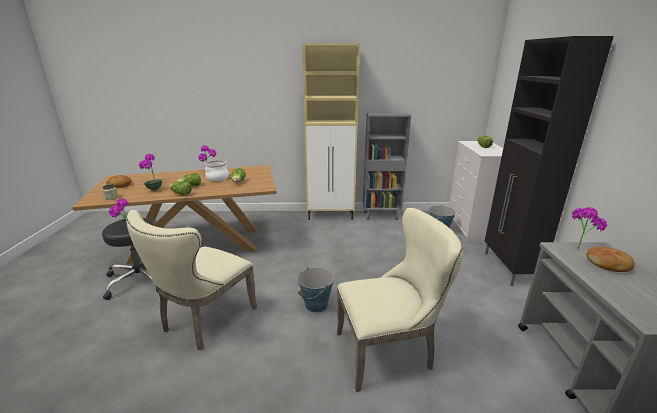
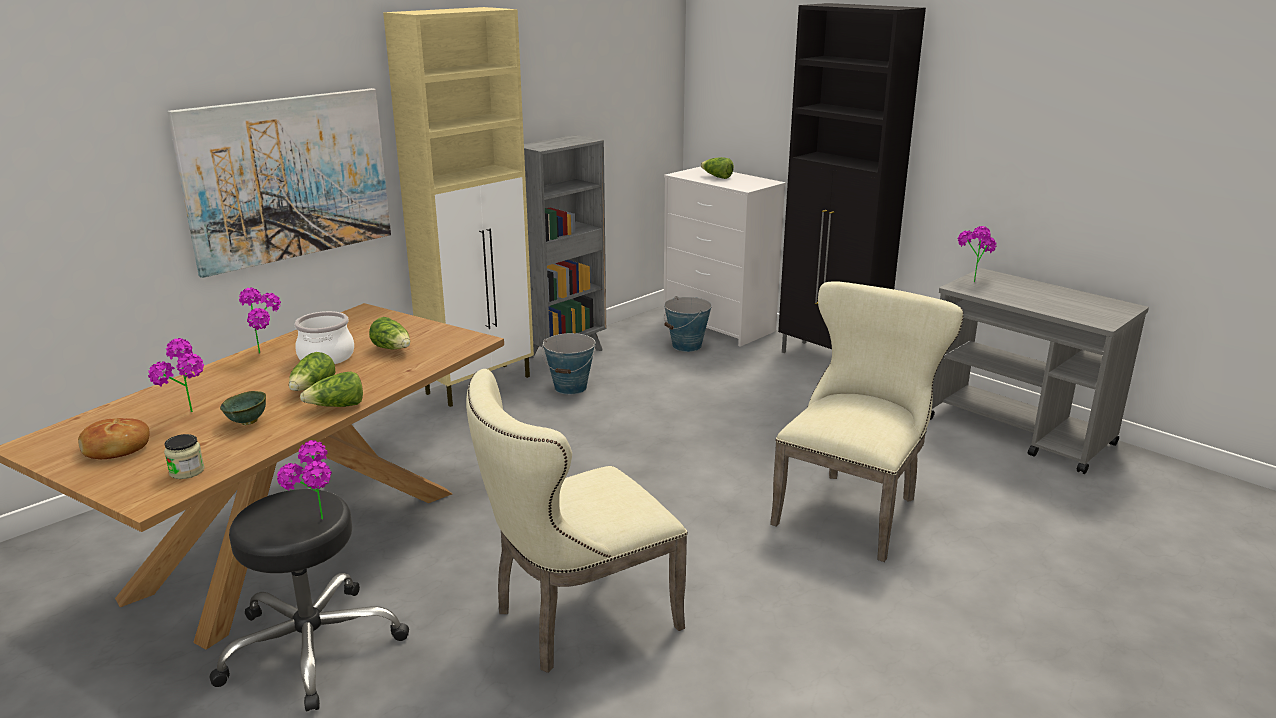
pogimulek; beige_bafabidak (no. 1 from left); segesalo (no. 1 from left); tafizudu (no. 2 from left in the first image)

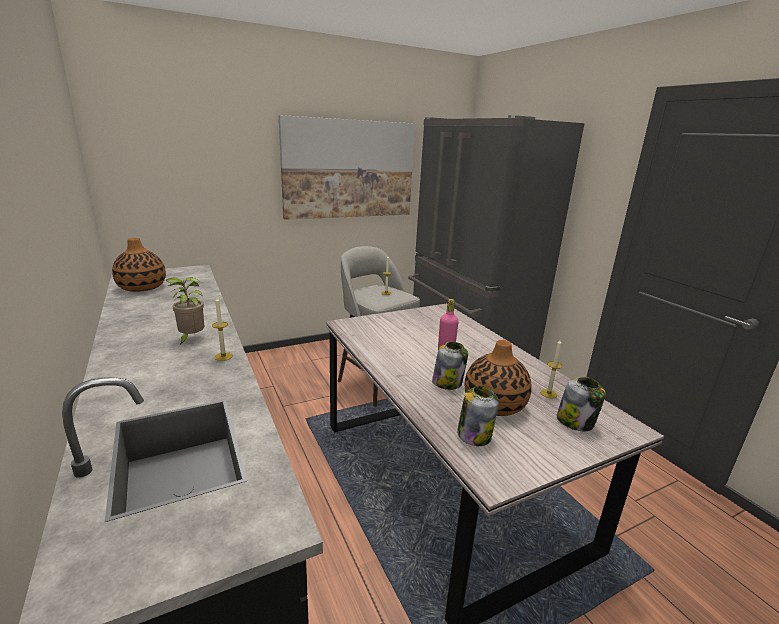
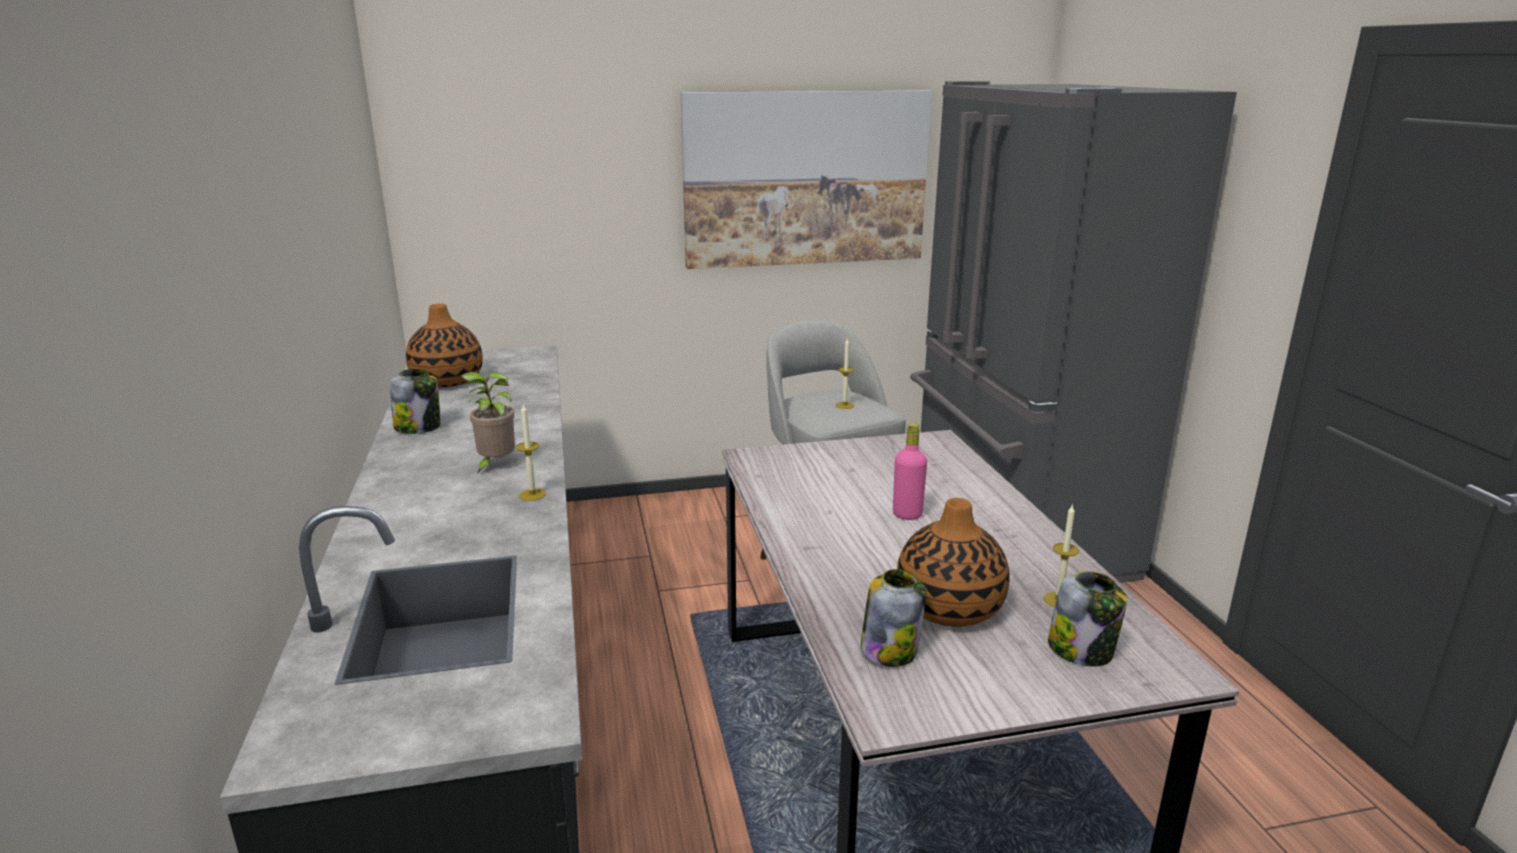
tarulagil (no. 1 from left)

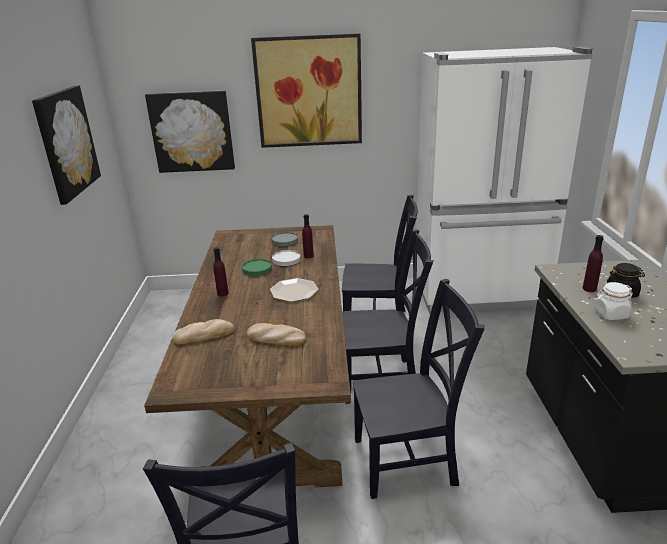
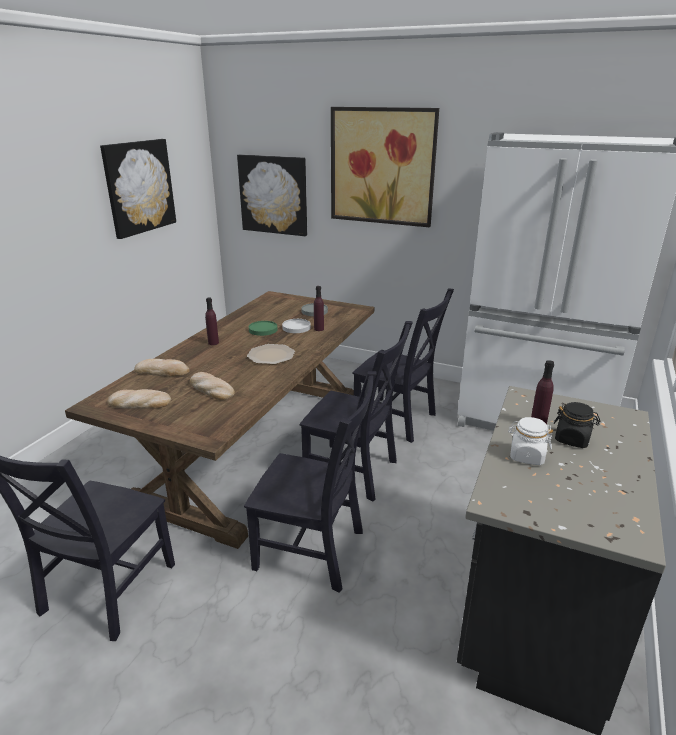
tafizudu (no. 1 from left)

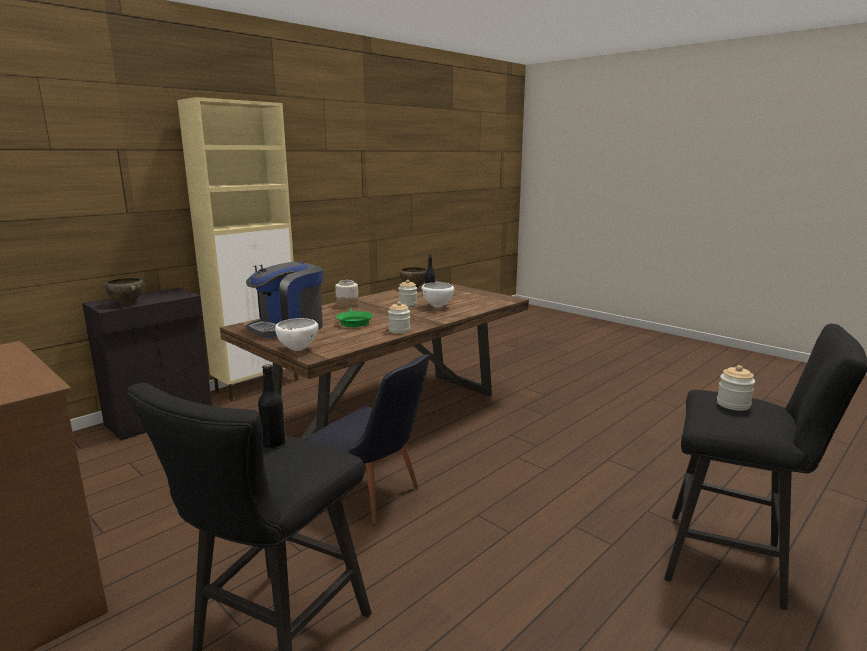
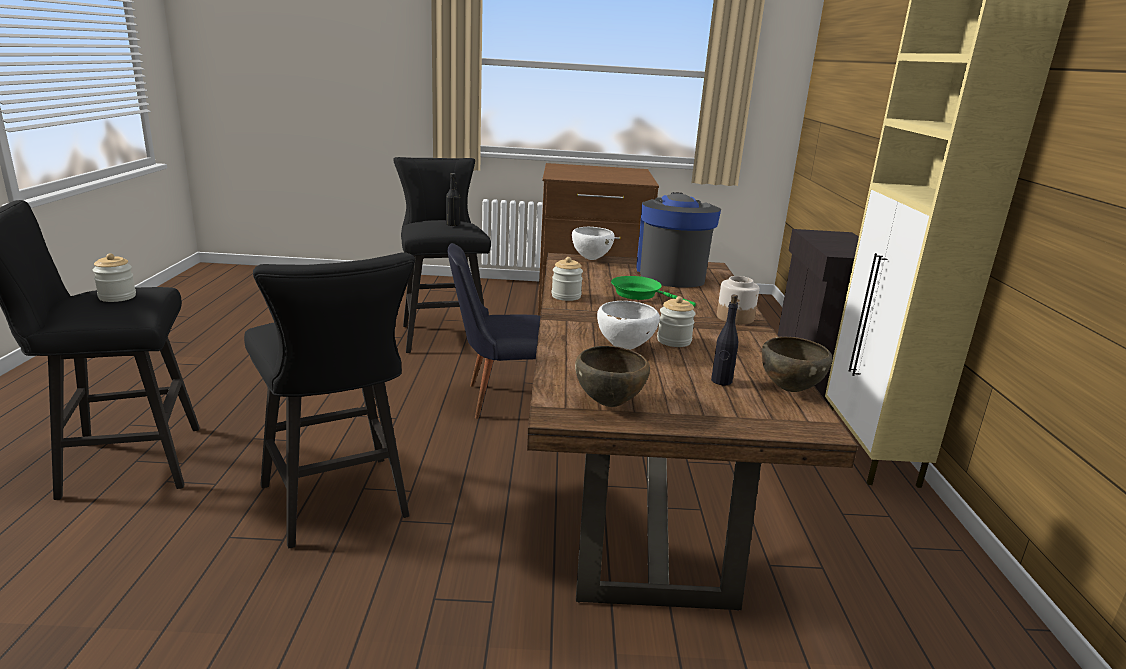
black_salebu (no. 2 from left); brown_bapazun (no. 1 from left)

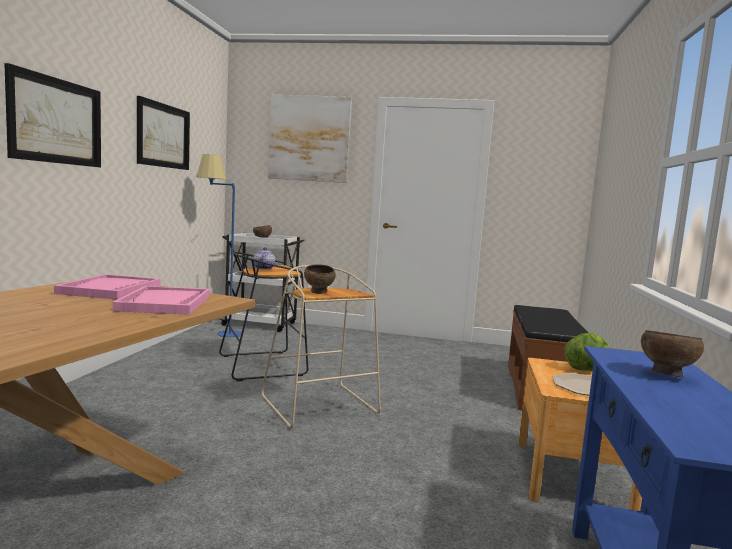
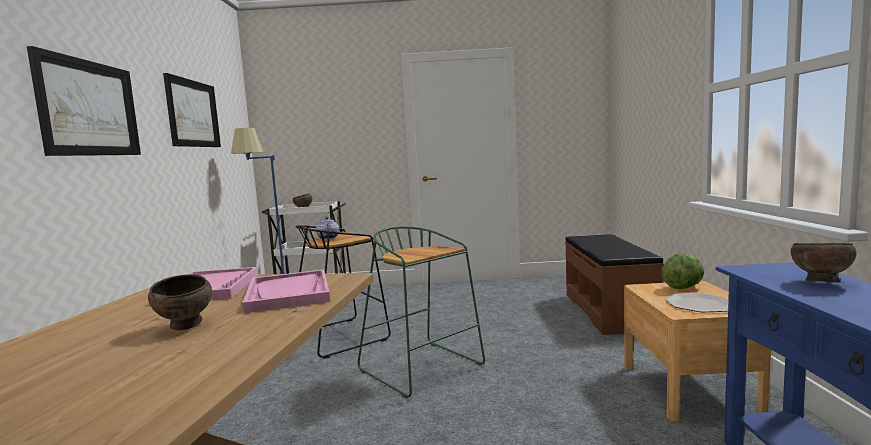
brown_bapazun (no. 1 from left); green_salebu; pogimulek (no. 3 from left in the first image)

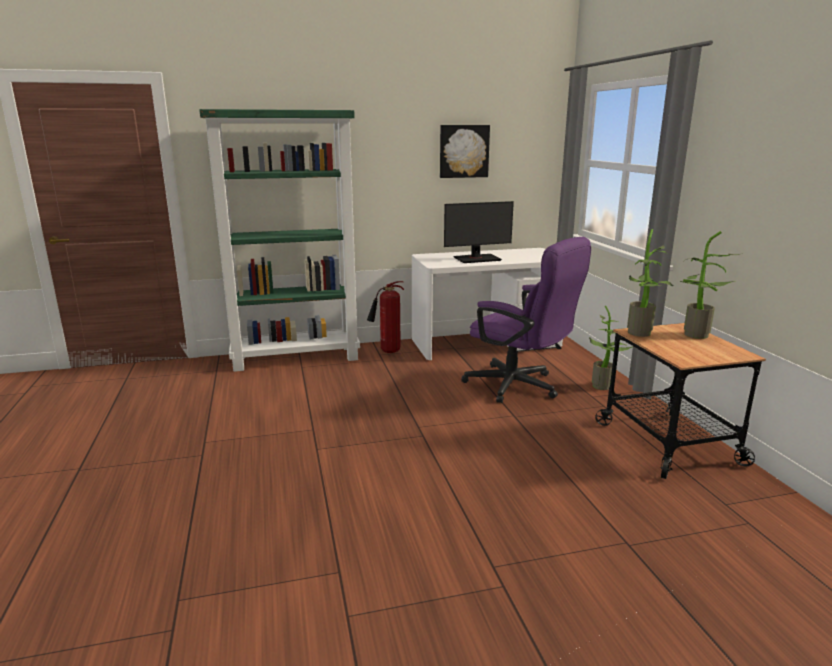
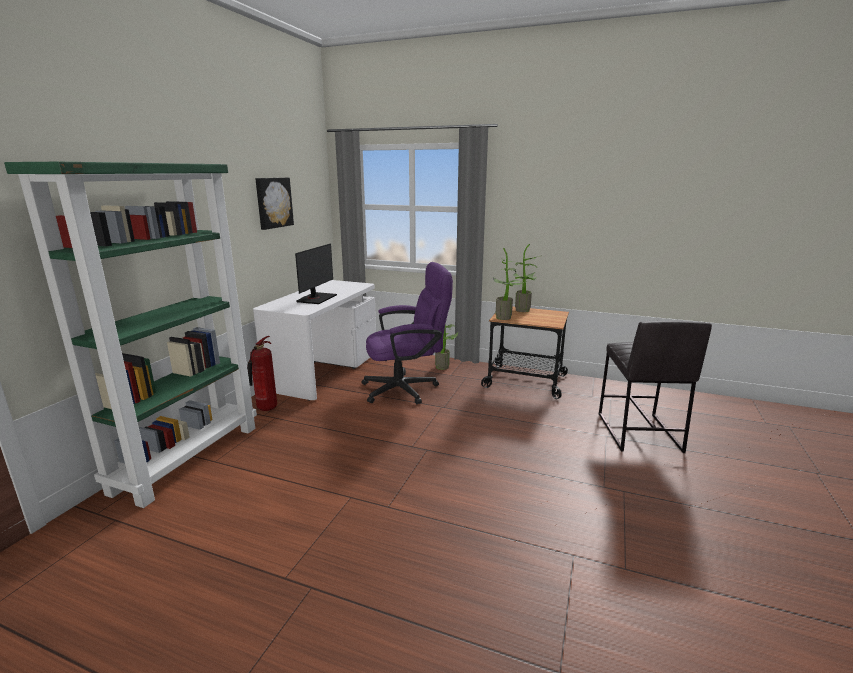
grey_salebu

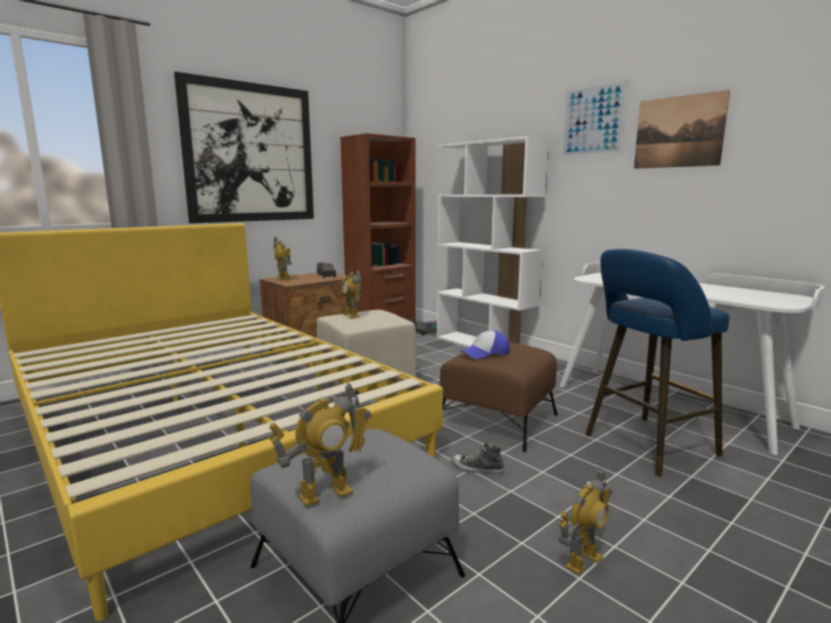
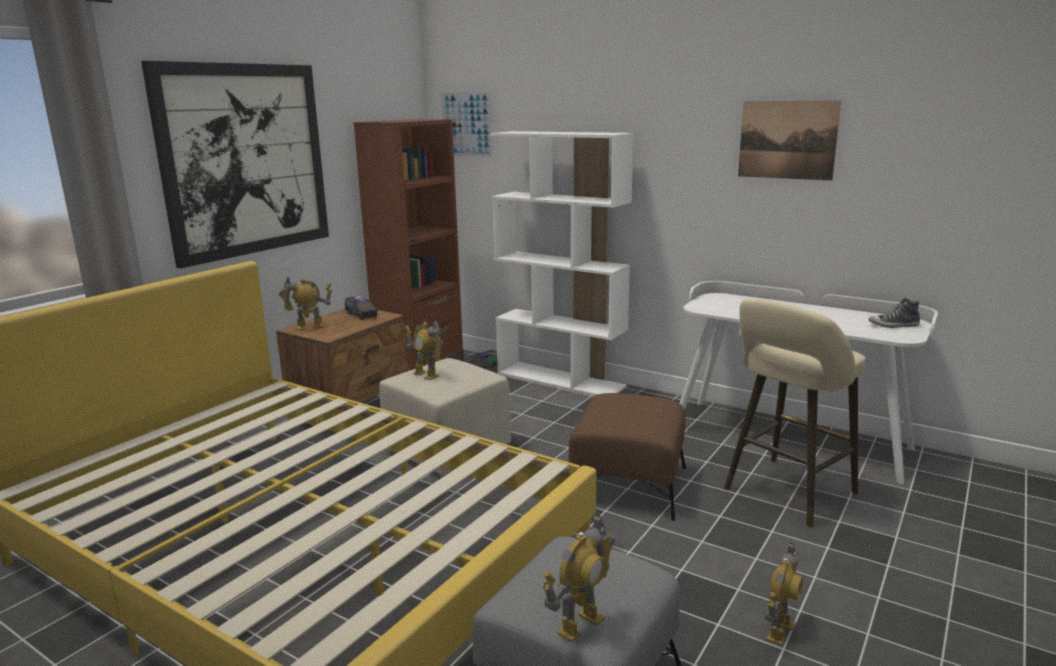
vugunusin (no. 1 from left); pogimulek (no. 2 from left); beige_salebu; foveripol; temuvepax

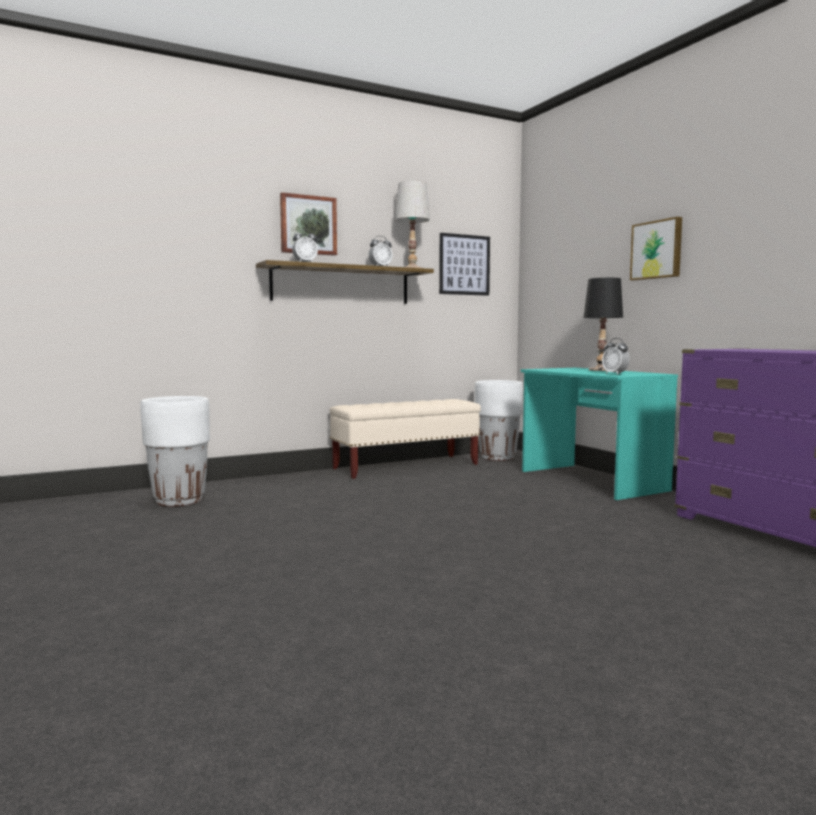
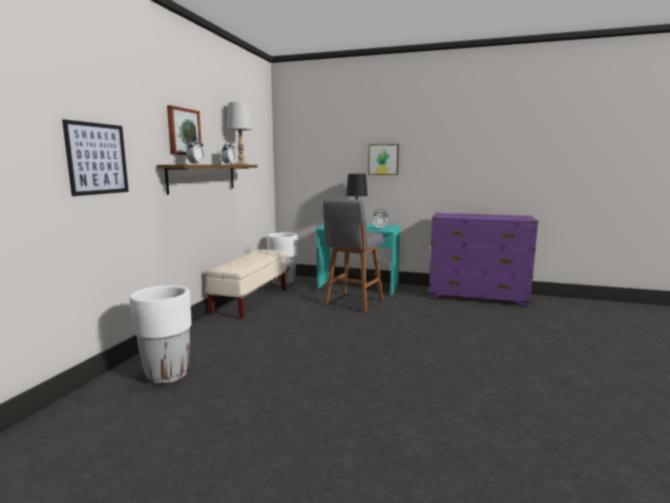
pogimulek (no. 1 from left); grey_salebu

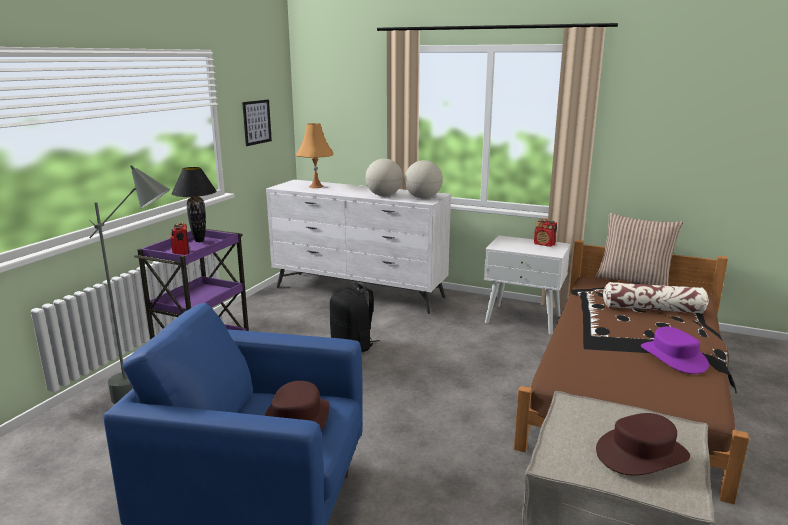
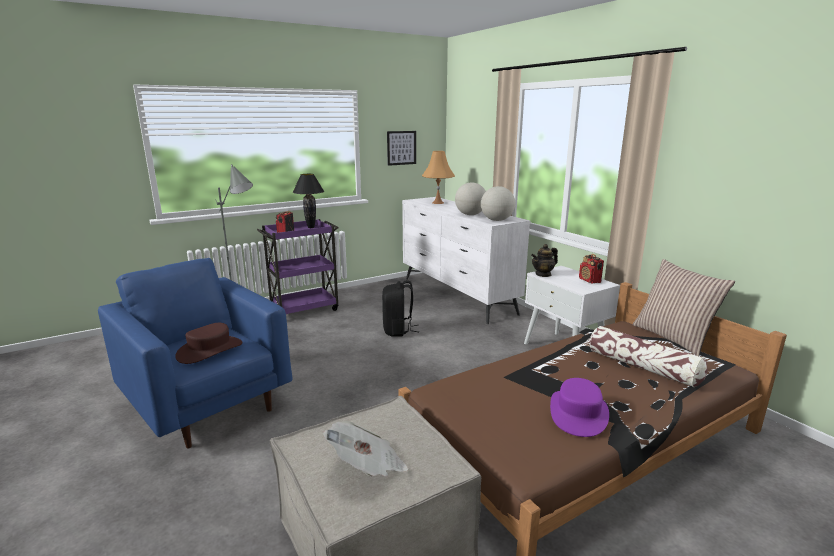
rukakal; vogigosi

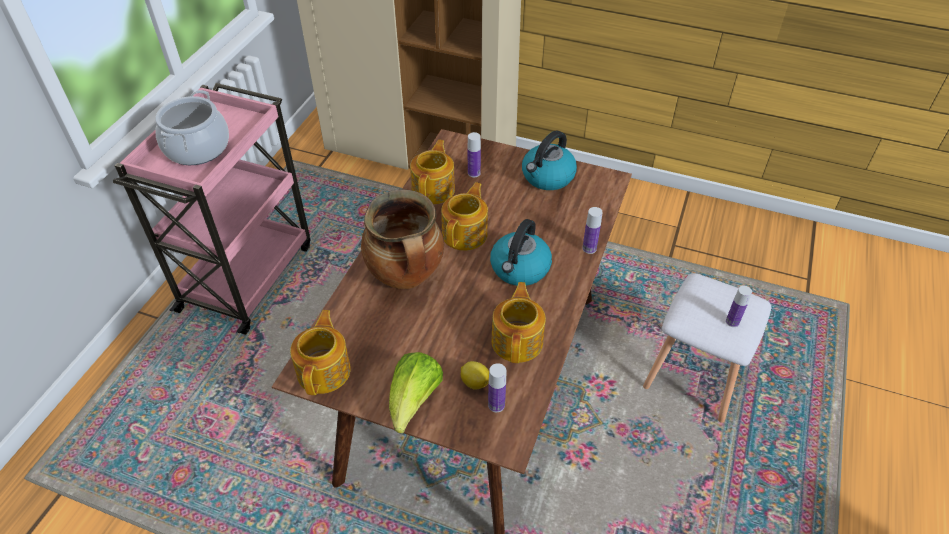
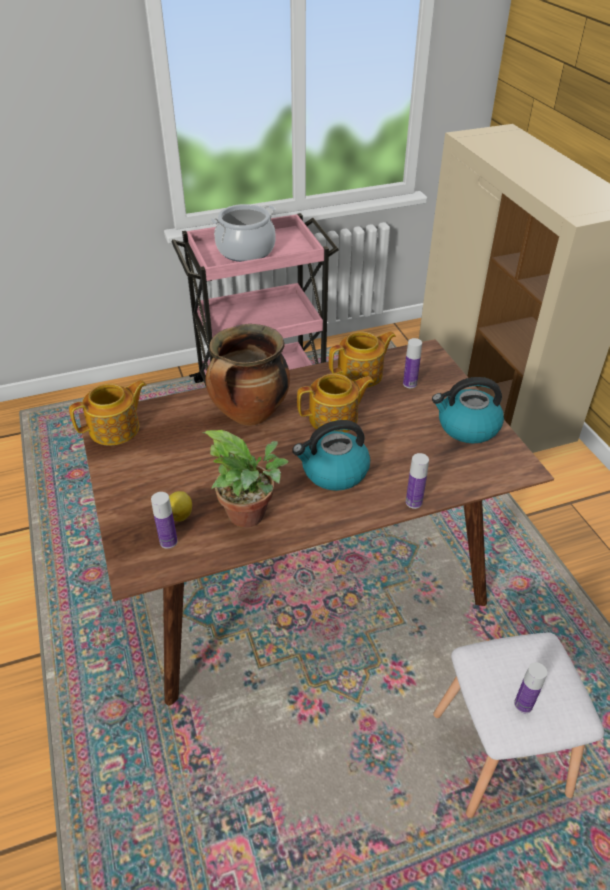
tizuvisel; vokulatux

